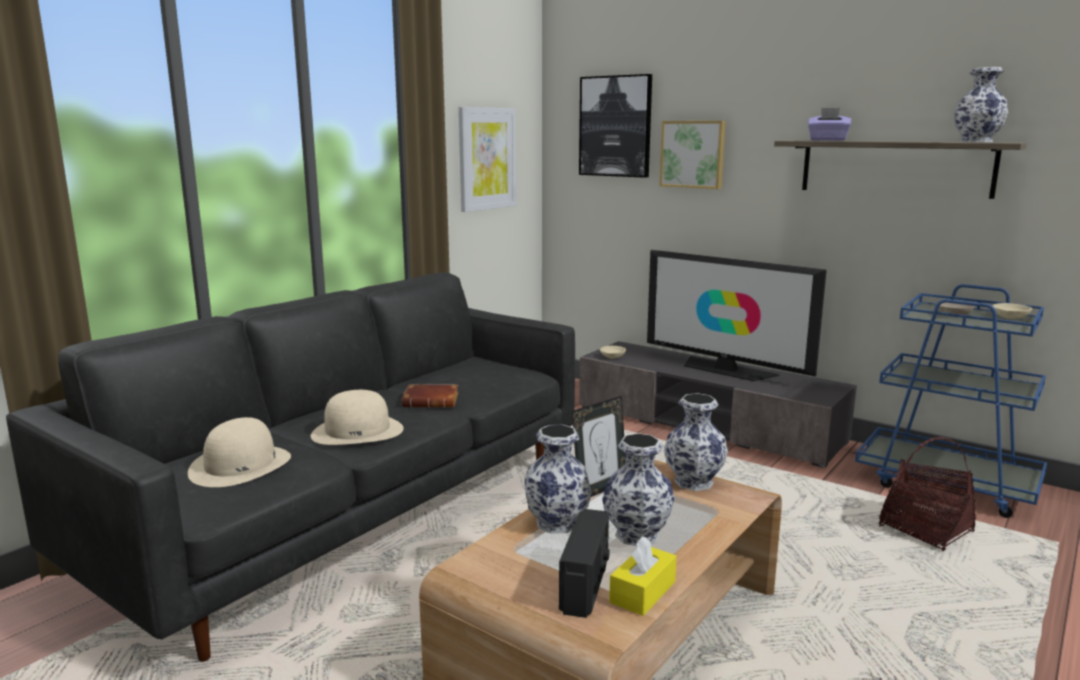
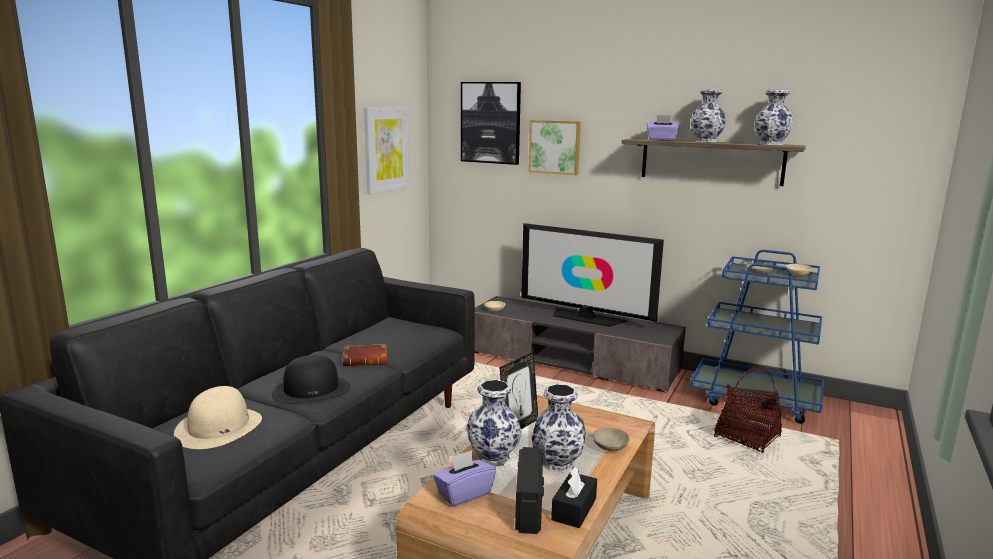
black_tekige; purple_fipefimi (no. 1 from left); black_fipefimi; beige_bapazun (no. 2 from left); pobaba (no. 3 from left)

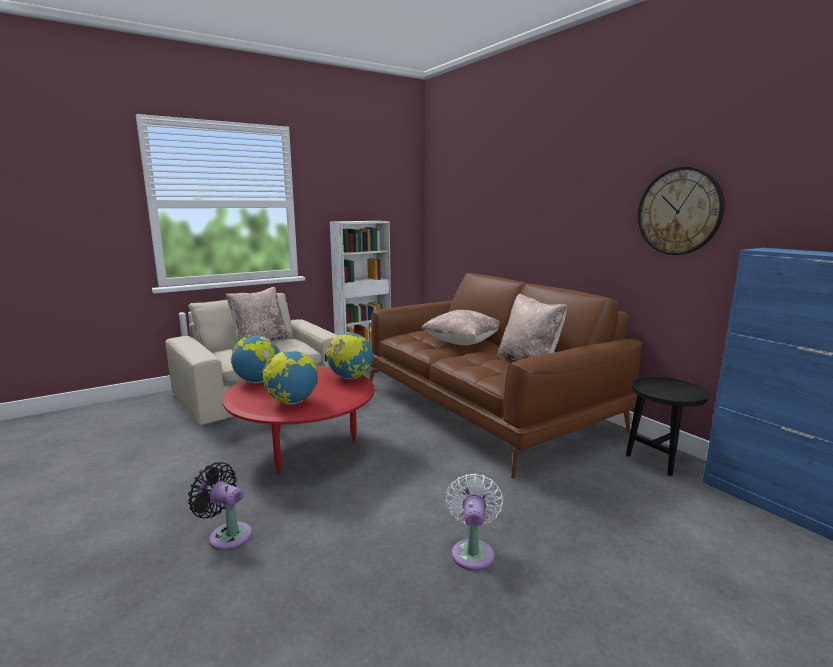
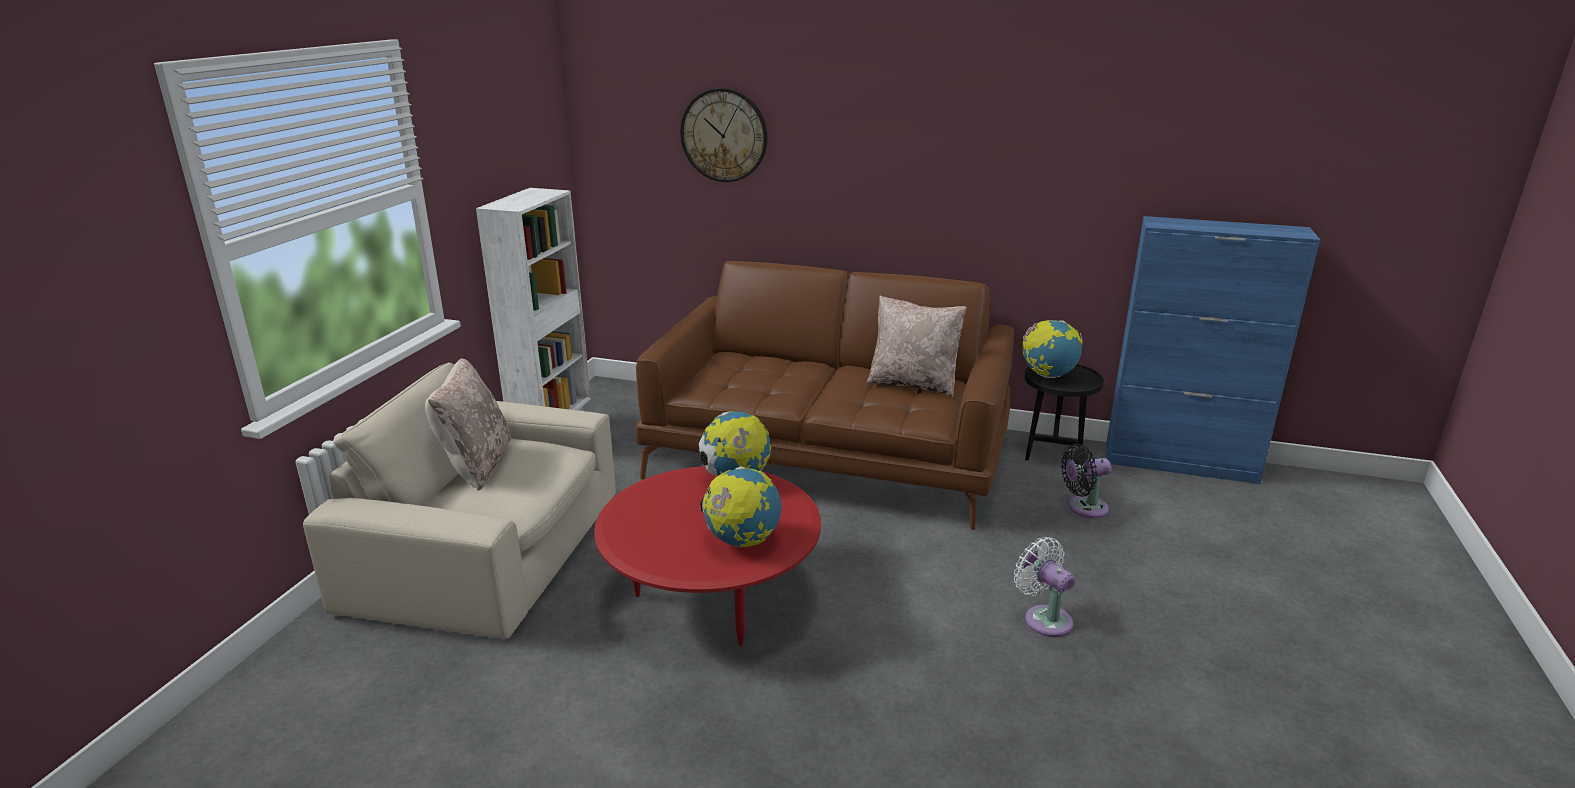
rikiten; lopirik (no. 3 from left); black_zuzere; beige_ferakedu (no. 2 from left in the first image)

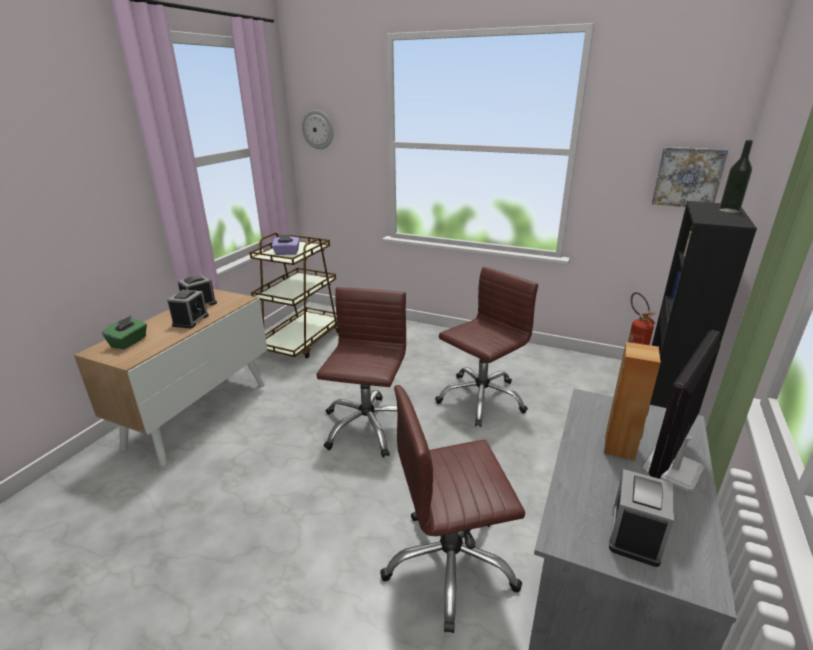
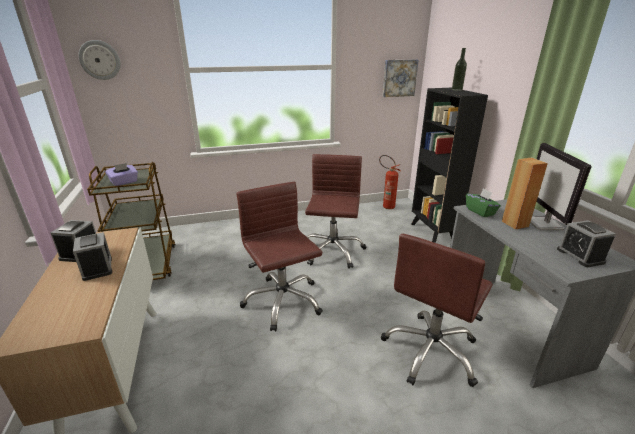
green_fipefimi

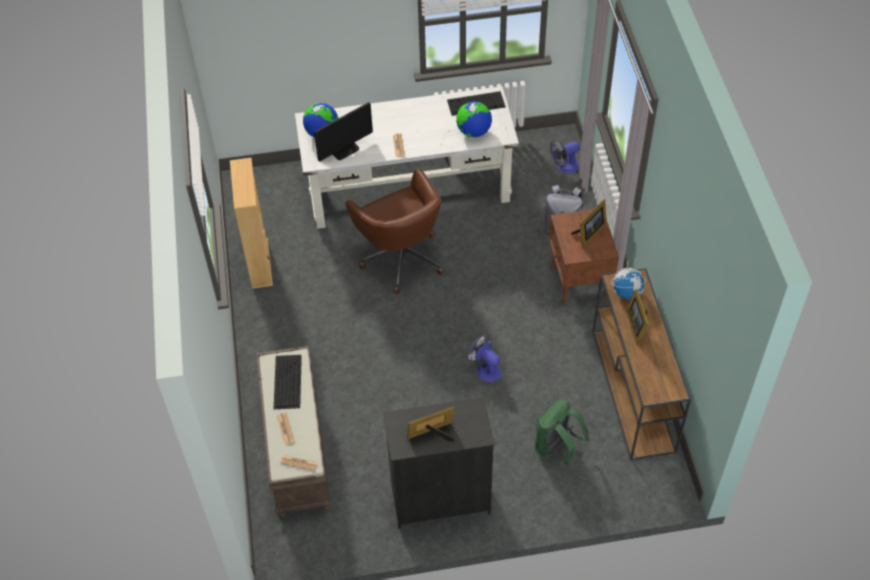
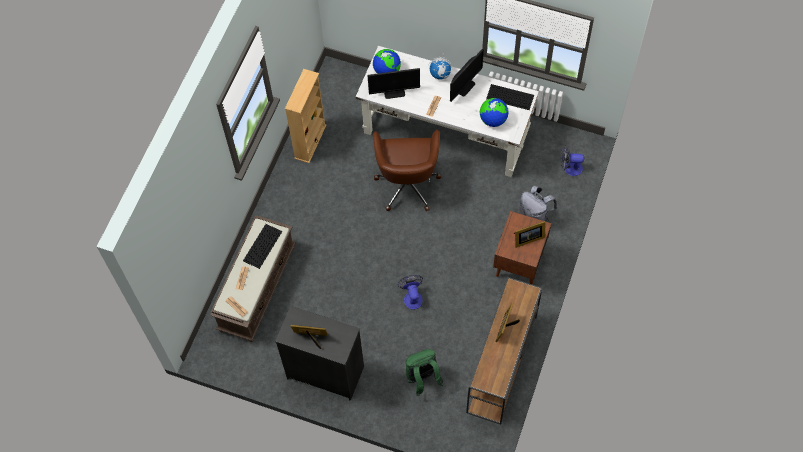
lopirik (no. 2 from left); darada (no. 2 from left)

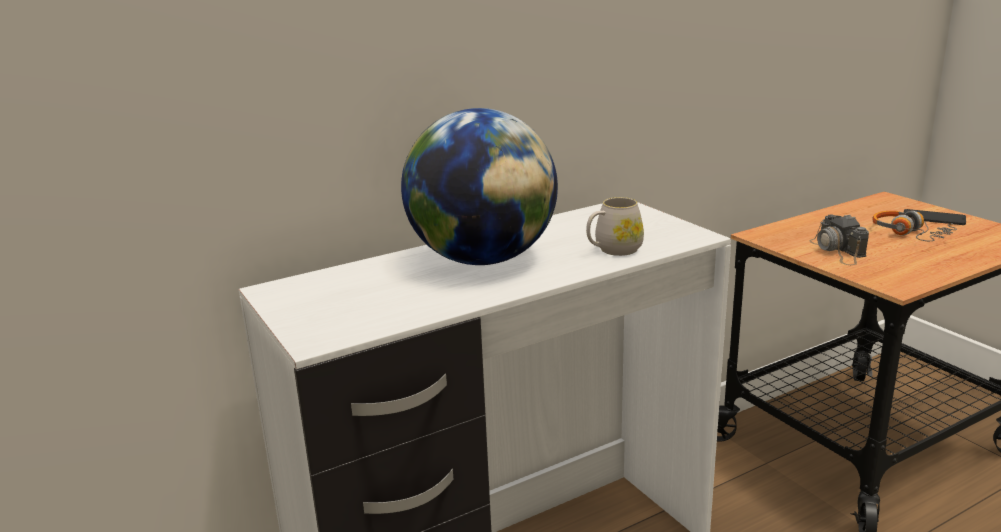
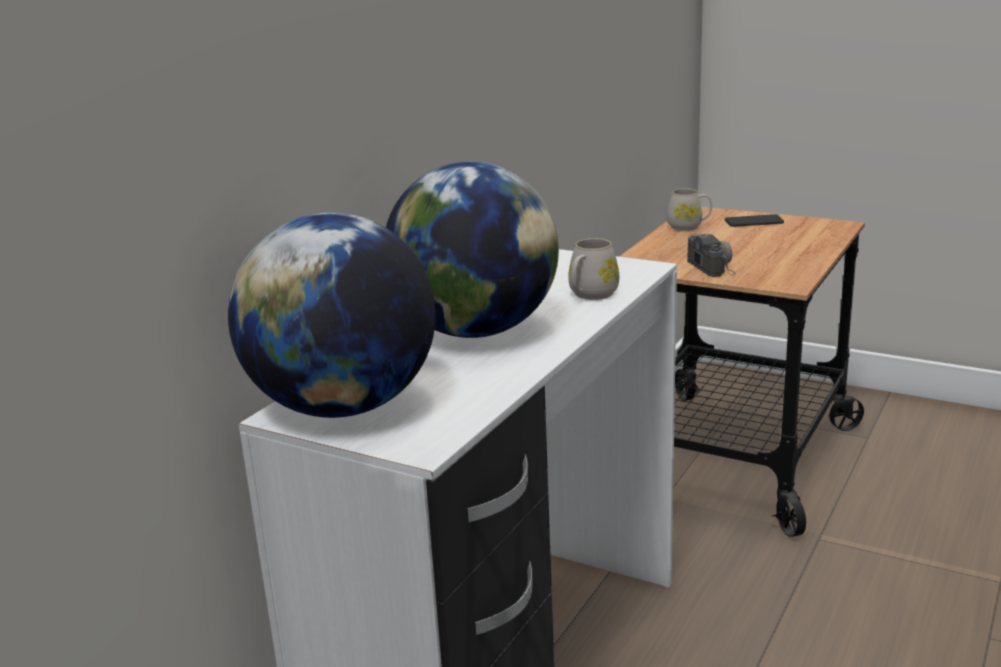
lopirik (no. 1 from left); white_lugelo (no. 2 from left); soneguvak; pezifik

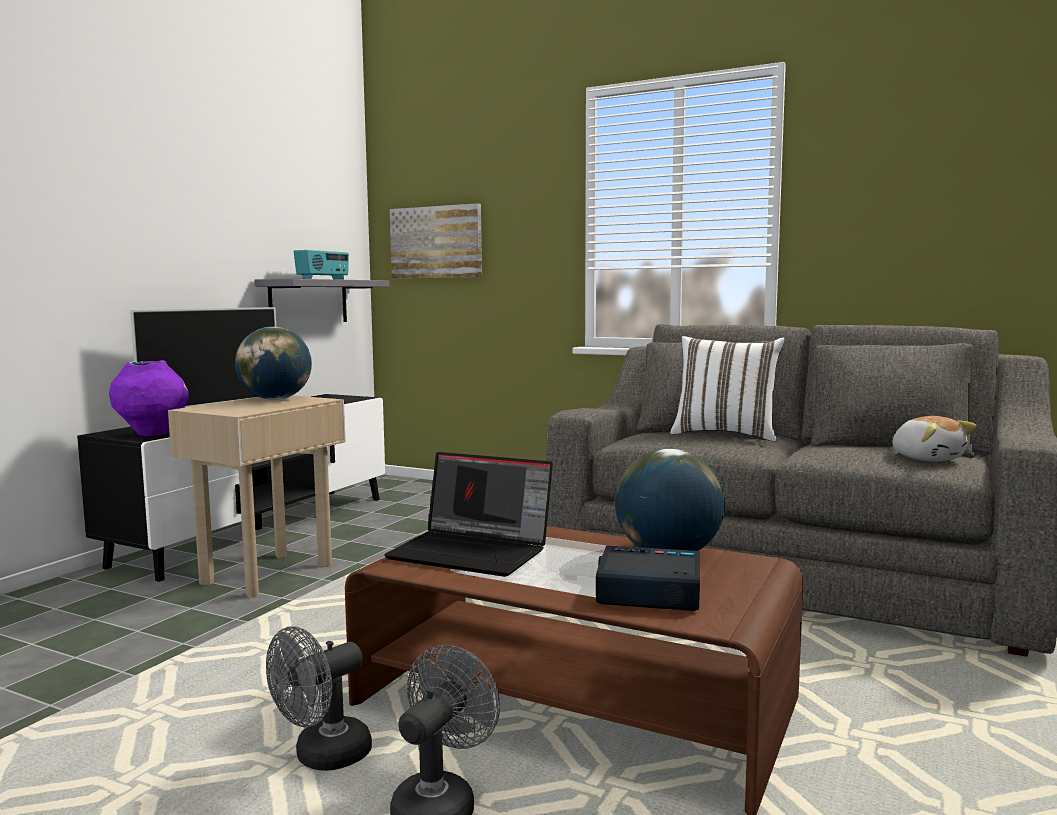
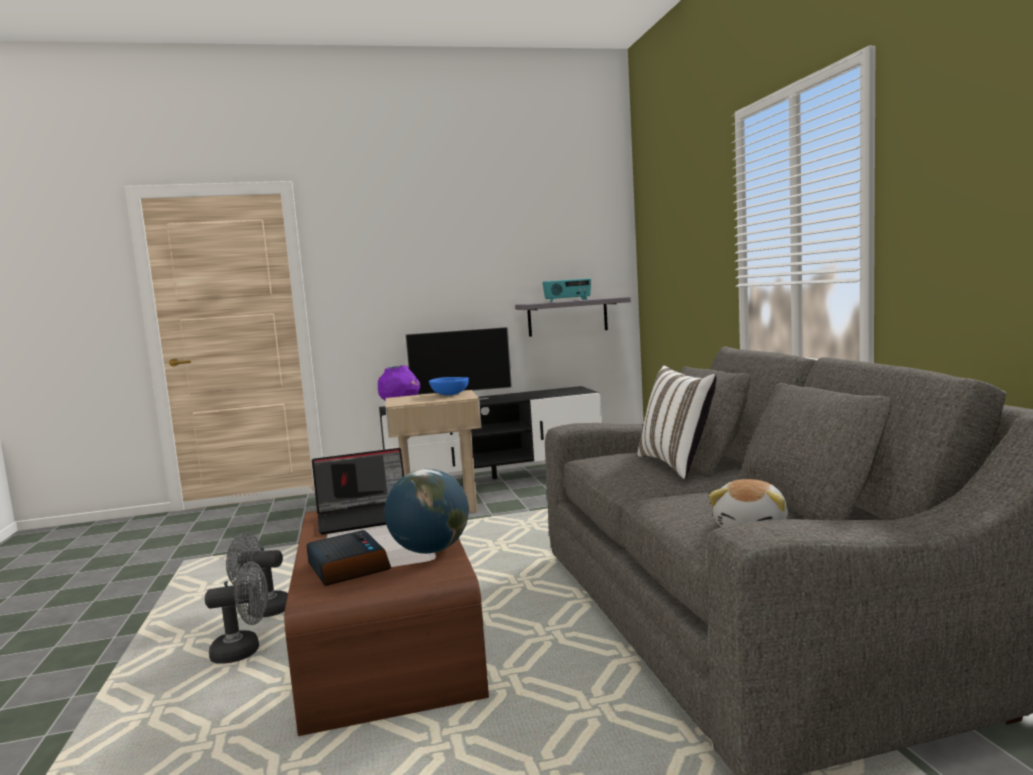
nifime; blue_bapazun; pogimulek

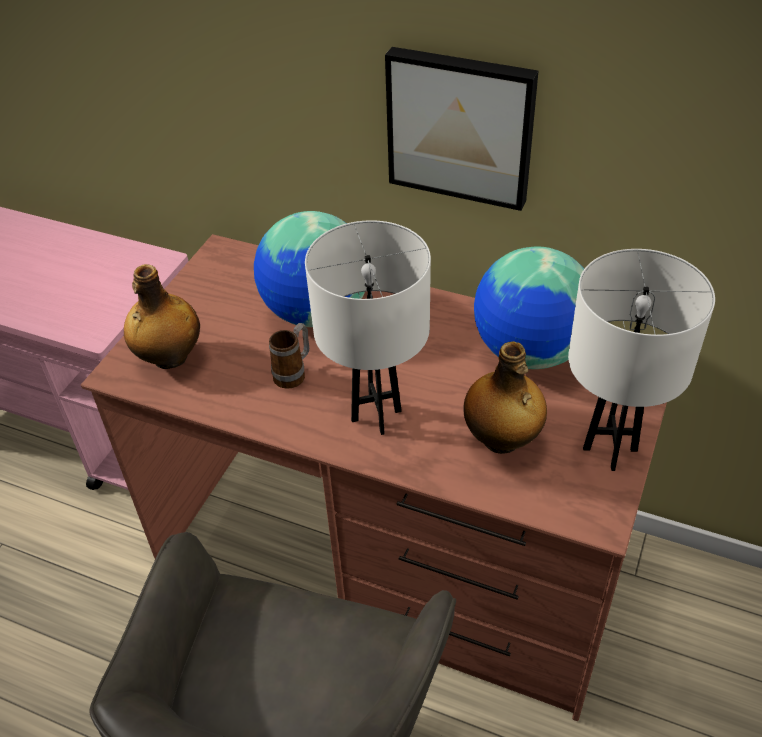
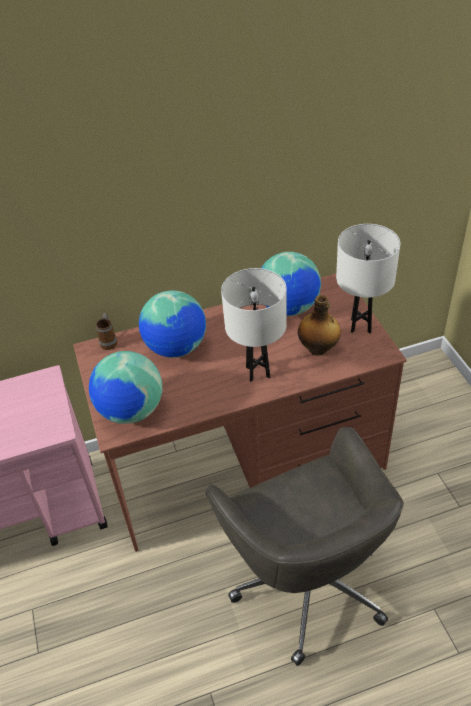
lopirik (no. 1 from left); lugelo; pogimulek

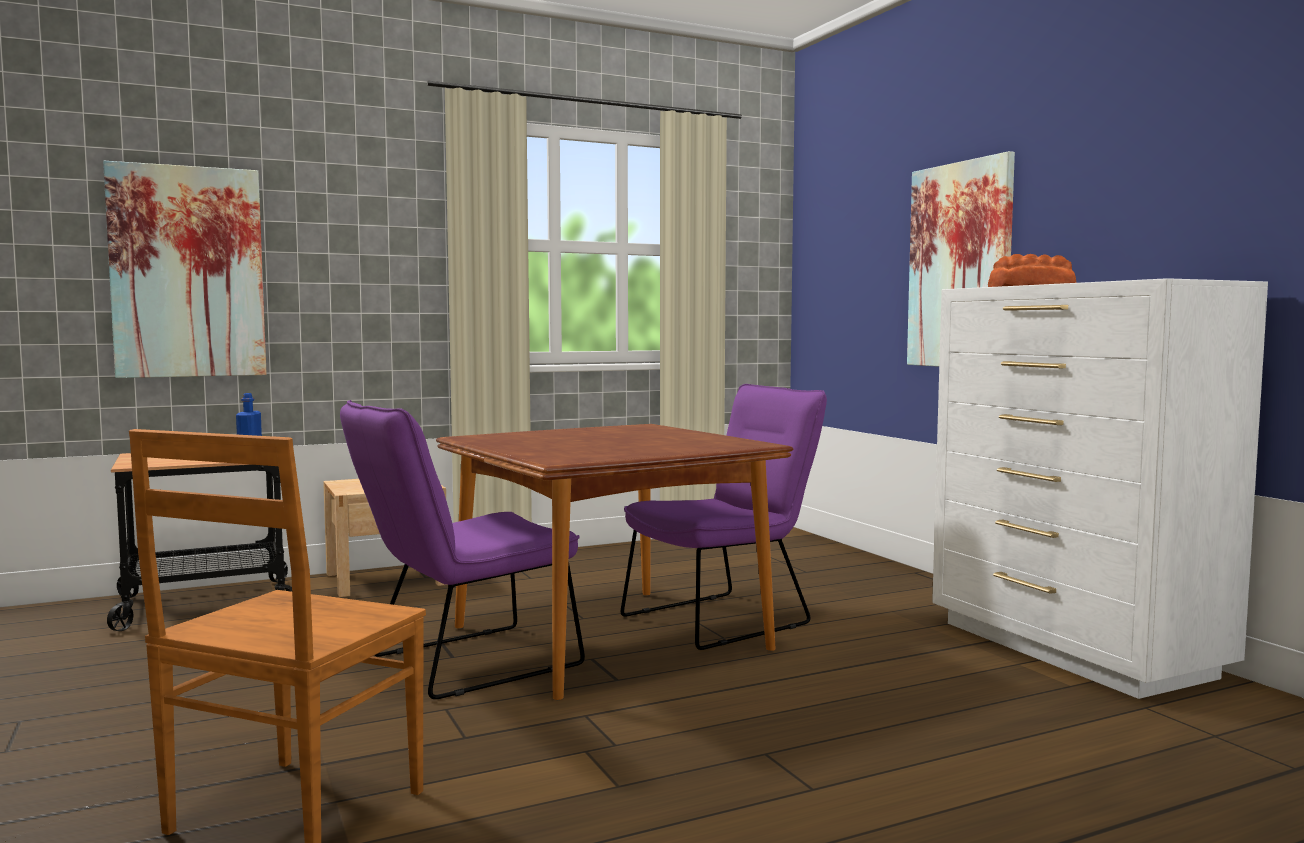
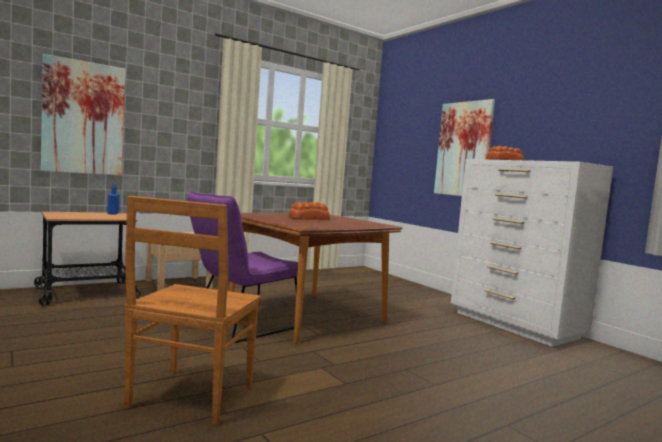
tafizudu (no. 1 from left); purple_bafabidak (no. 2 from left in the first image)

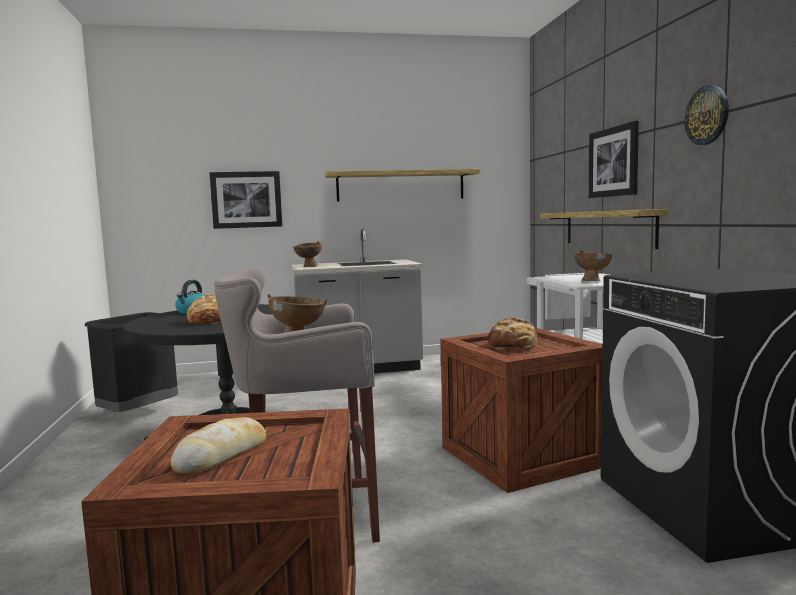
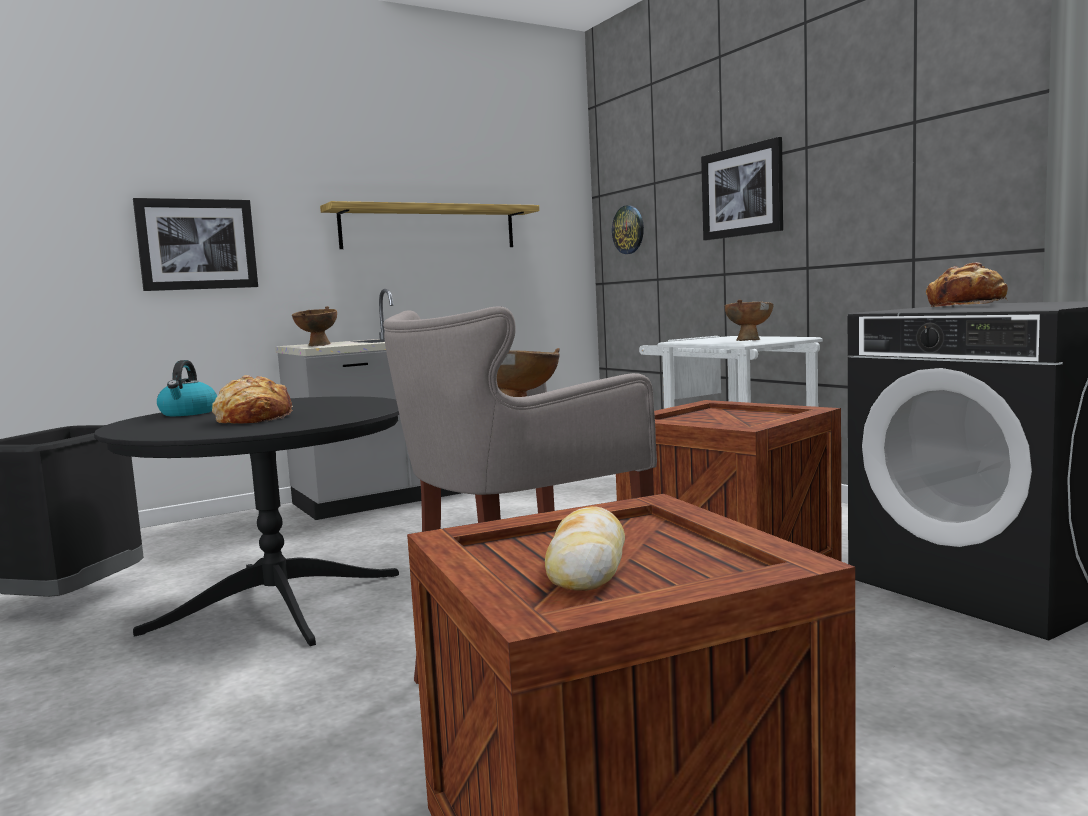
rikiten; tafizudu (no. 3 from left); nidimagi (no. 2 from left in the first image)

